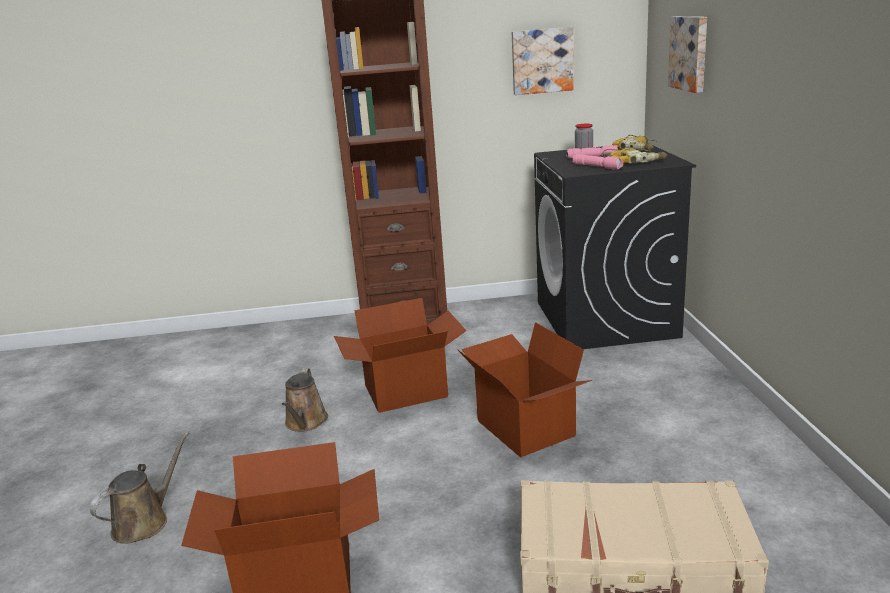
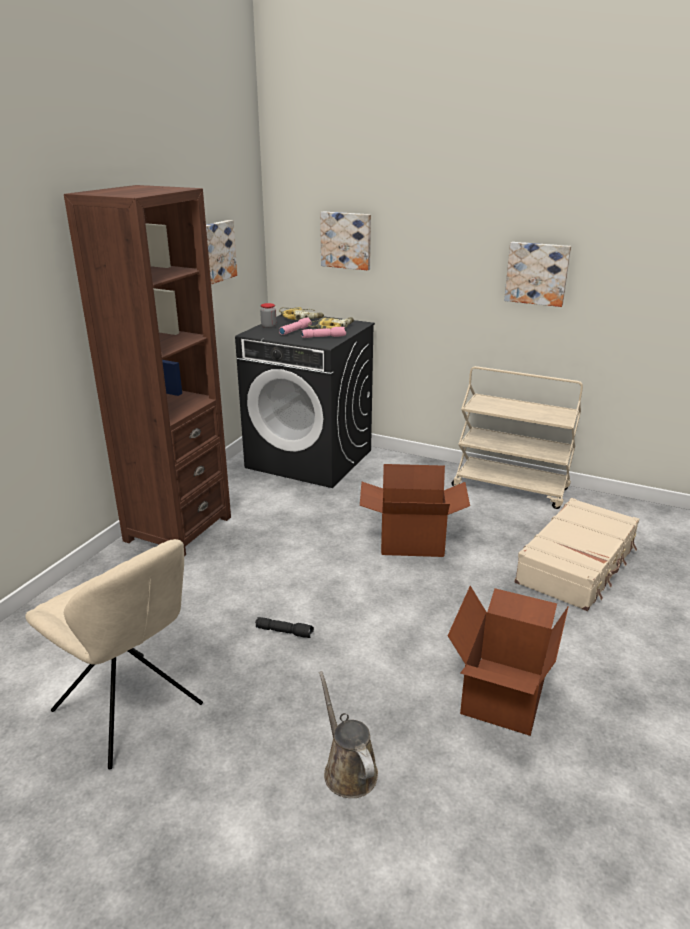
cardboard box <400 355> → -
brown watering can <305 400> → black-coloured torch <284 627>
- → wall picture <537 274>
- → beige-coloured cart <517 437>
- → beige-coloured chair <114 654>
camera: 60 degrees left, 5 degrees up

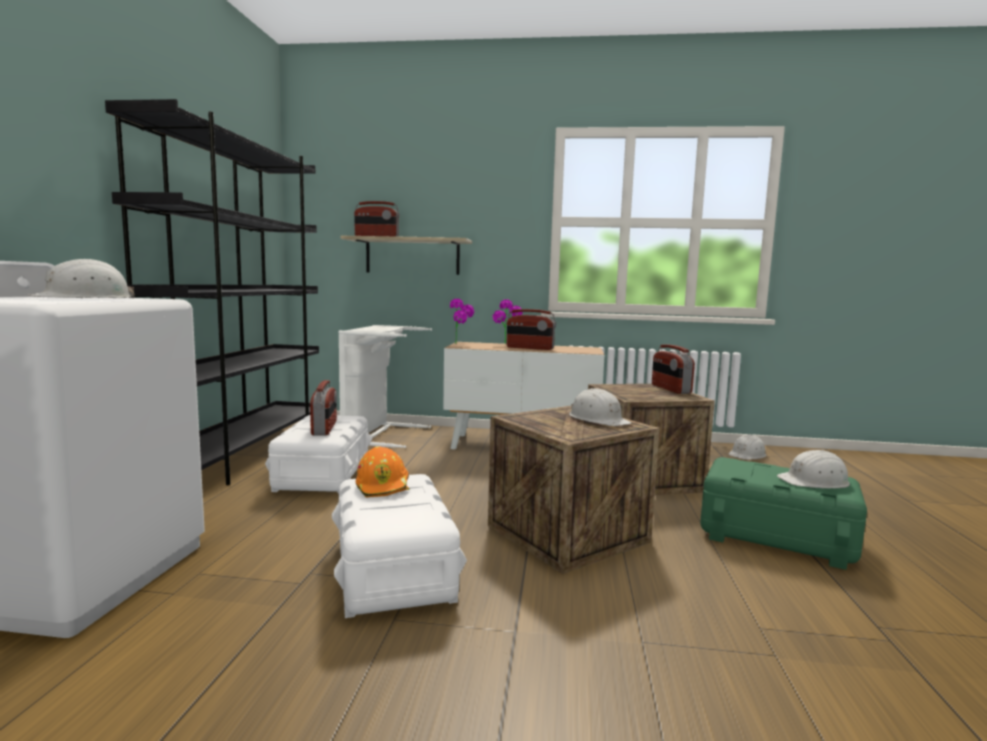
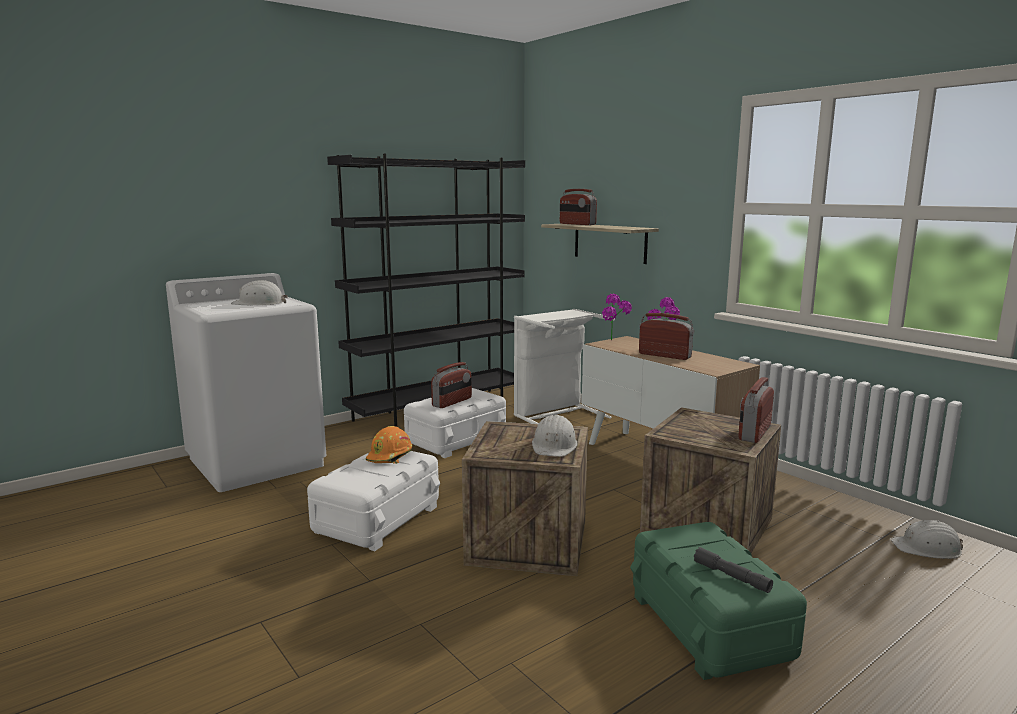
radio set <531 329> → radio set <666 336>, 150 degrees clockwise
white work helmet <813 469> → gray torch <733 570>
camera: 45 degrees right, 5 degrees up

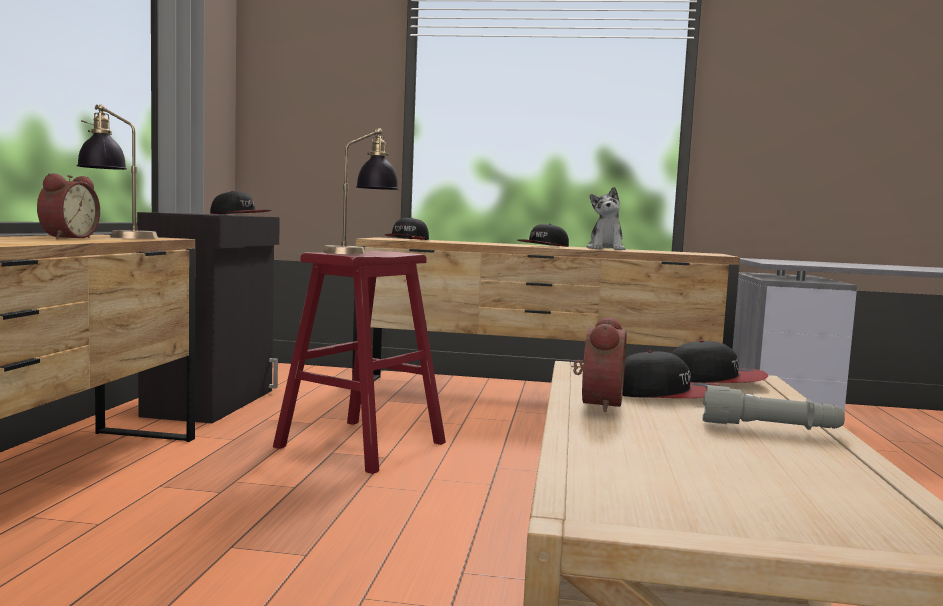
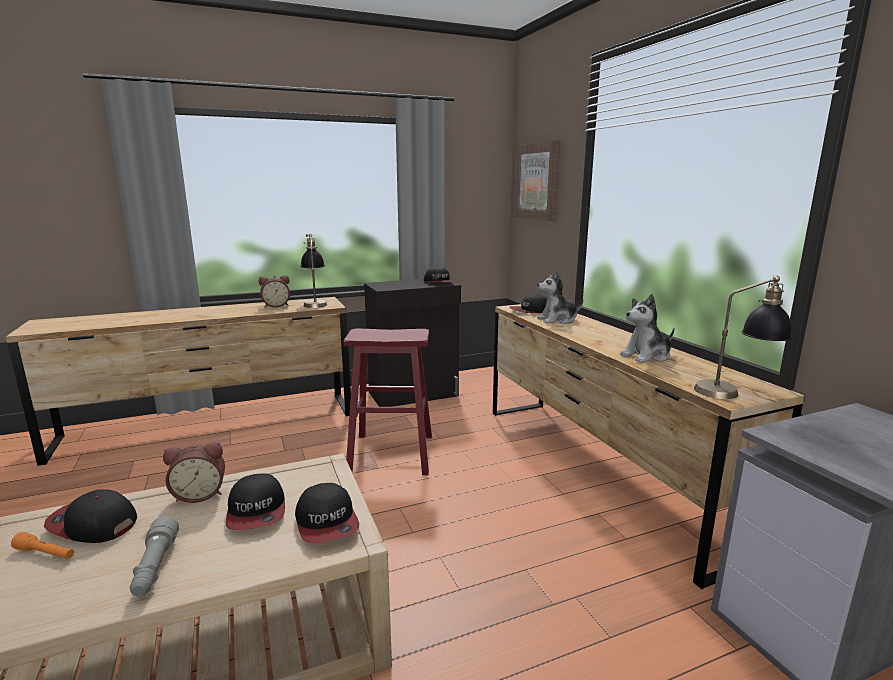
lamp for a table <361 191> → lamp for a table <743 337>, shifted
baseball cap <543 235> → baseball cap <90 516>, shifted
- → wall picture <537 180>
- → plush toy <560 297>
- → orangey torch <42 545>
camera: 60 degrees right, 10 degrees up

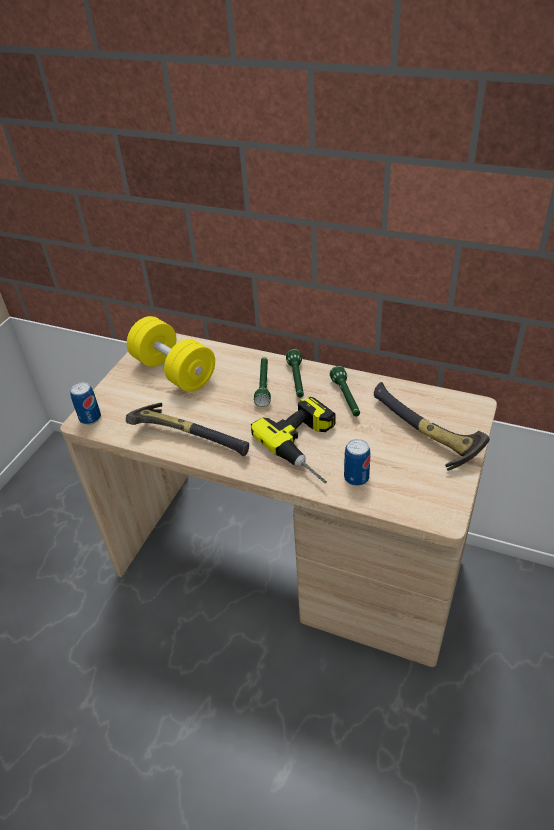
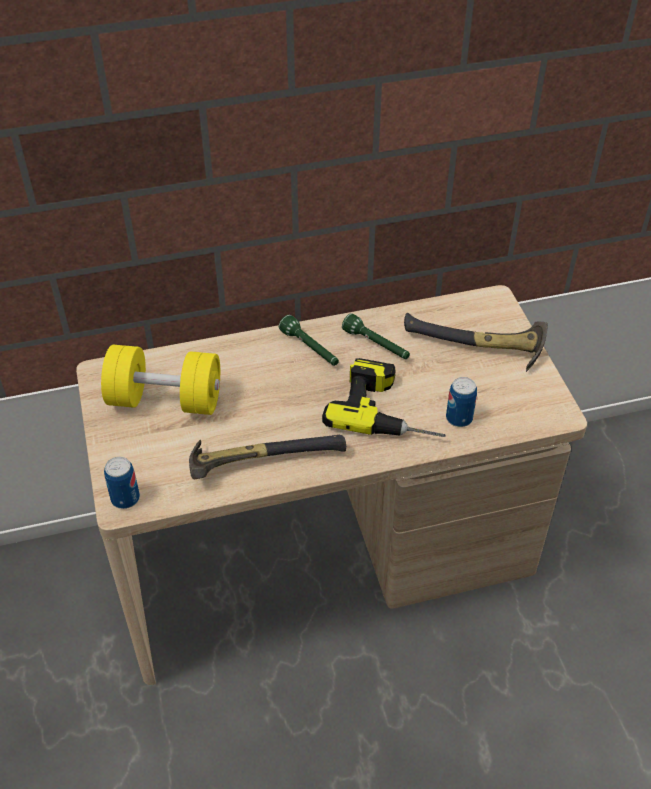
greenish torch <262 382> → -
camera: 40 degrees left, 5 degrees up

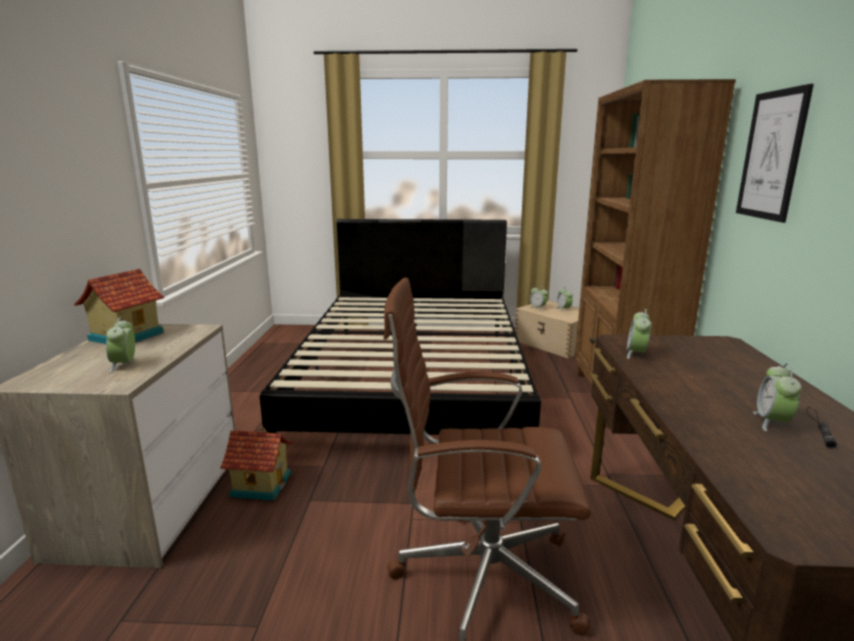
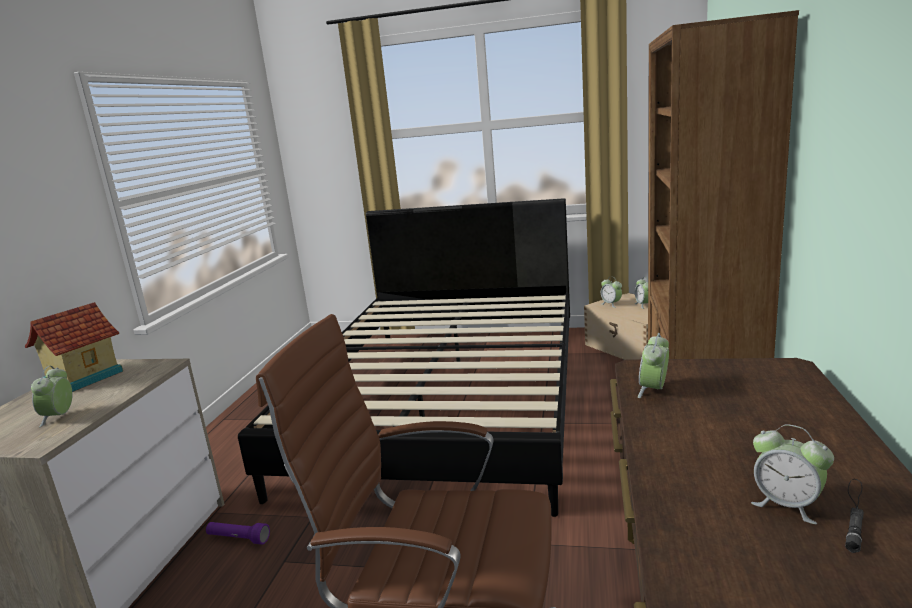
wall picture <775 153> → -
bedside clock <777 397> → bedside clock <792 474>, 75 degrees counterclockwise
model house <256 464> → purple-coloured torch <238 533>
camera: 10 degrees right, 0 degrees up

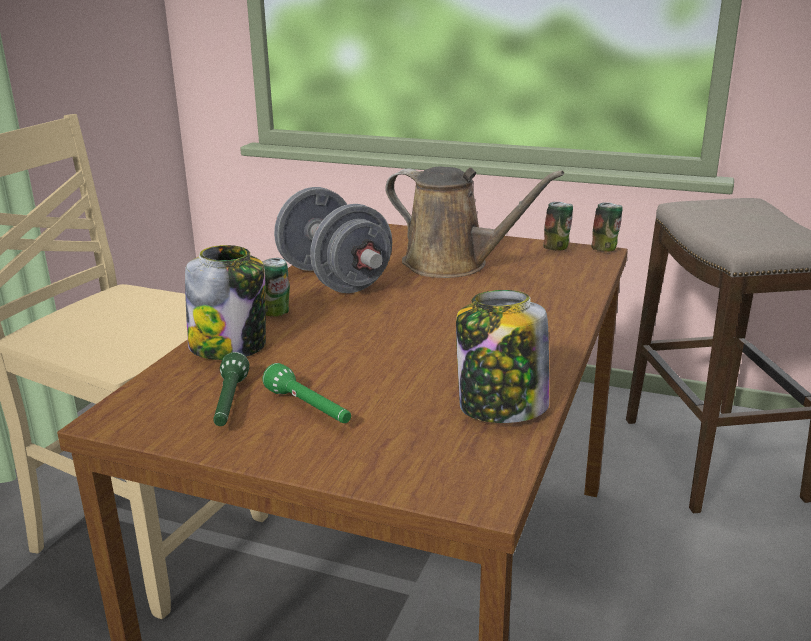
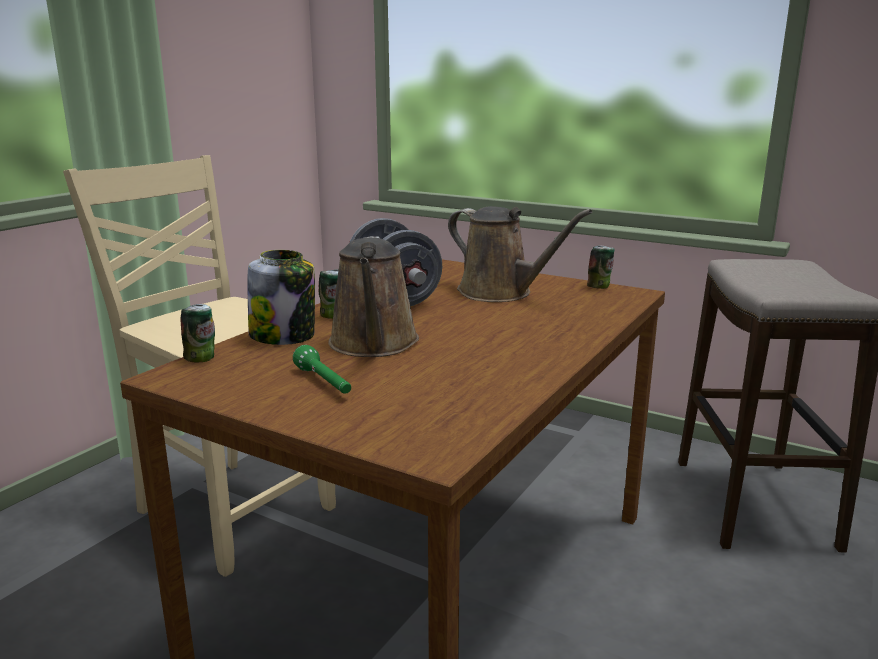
metal can <607 227> → metal can <198 333>, shifted
storage jar <502 356> → -
greenish torch <231 389> → -
- → brown watering can <373 296>
camera: 10 degrees right, 5 degrees down

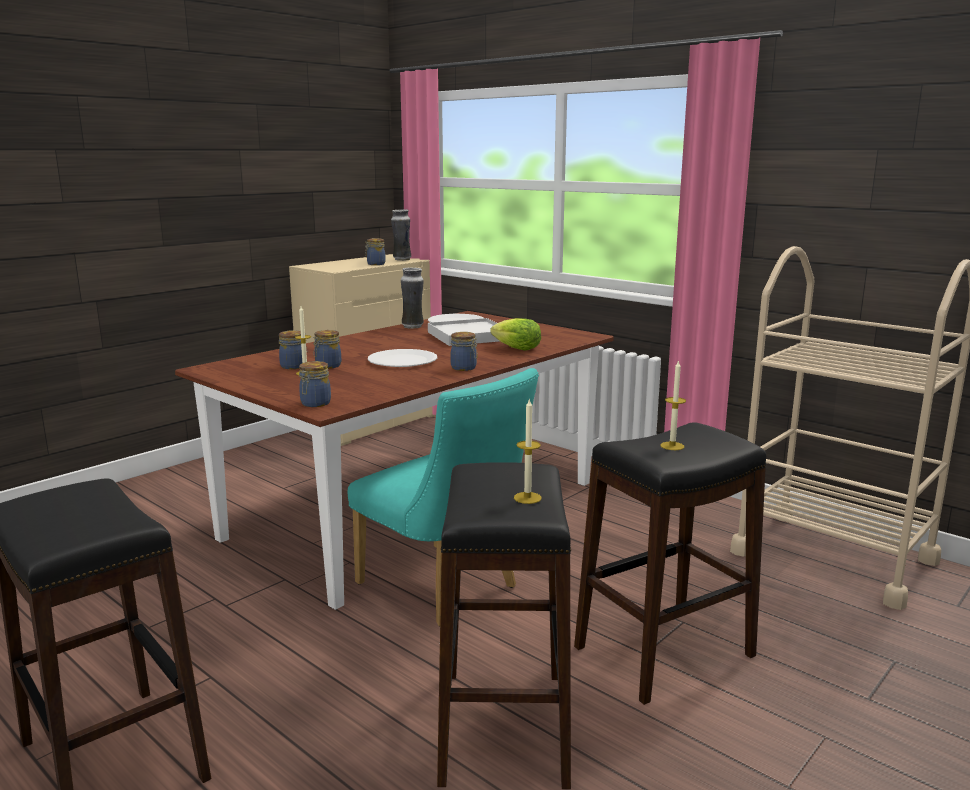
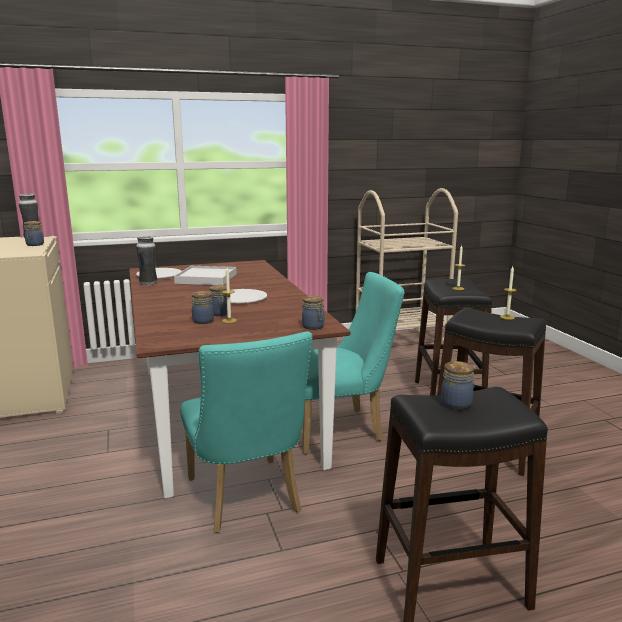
head of lettuce <515 334> → -
storage jar <464 351> → storage jar <458 385>, shifted
- → blue-green chair <246 432>
camera: 60 degrees left, 0 degrees up

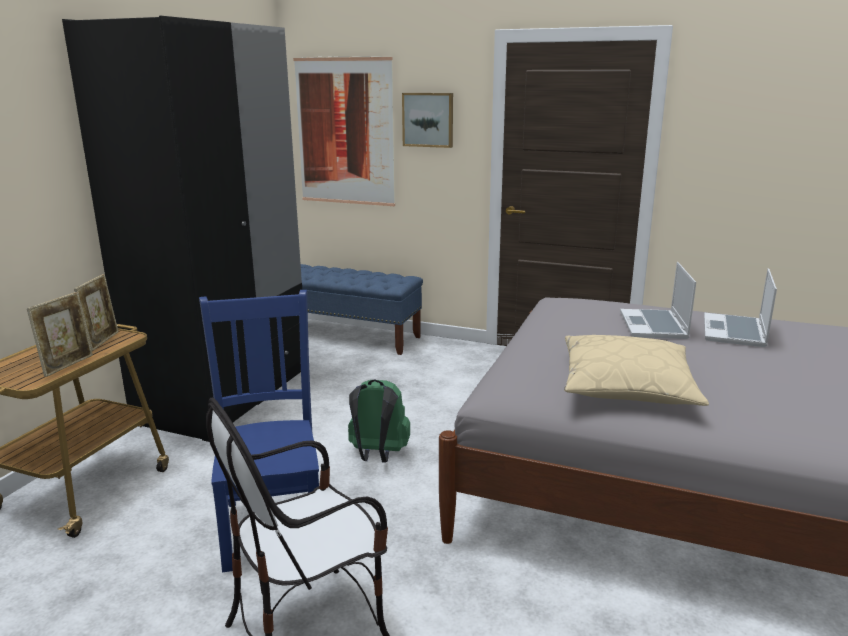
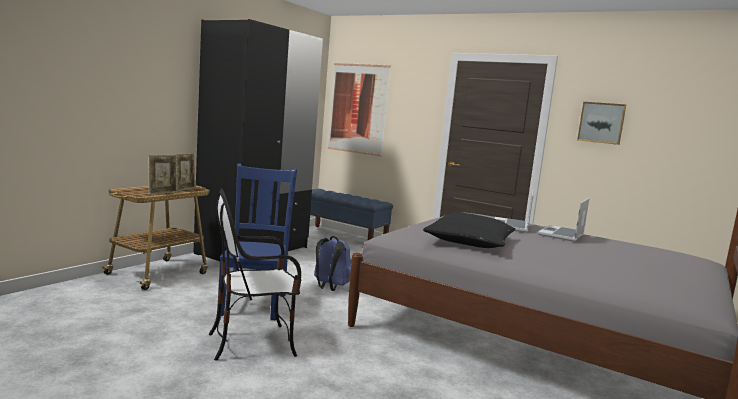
wall picture <427 120> → wall picture <601 123>, shifted
beige-coloured cushion <636 370> → black-coloured cushion <469 230>
greenish knapsack <379 421> → blue-coloured knapsack <333 263>
camera: 10 degrees right, 10 degrees down

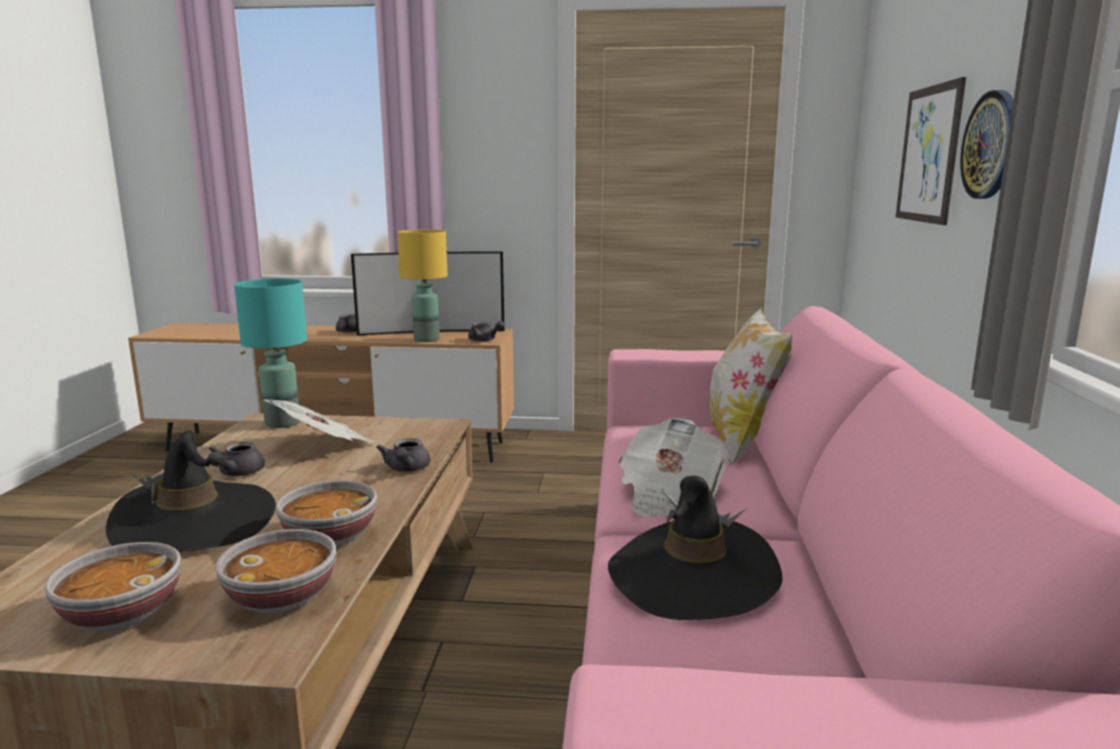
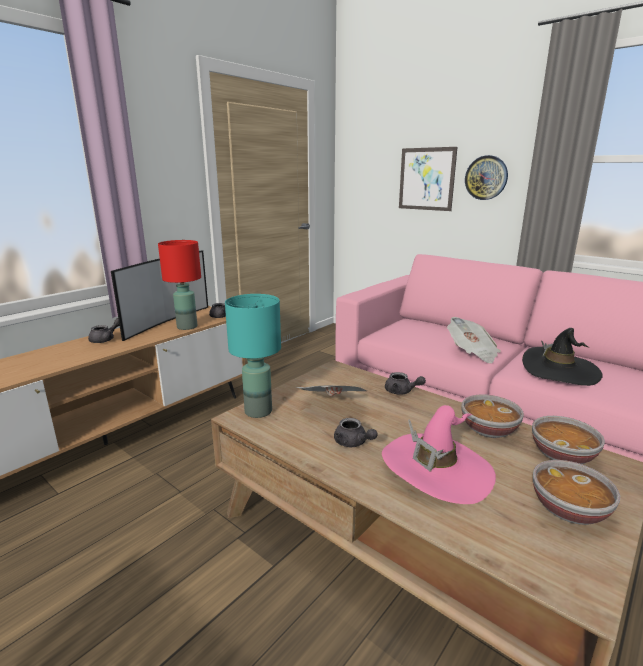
yellow lamp for a table <422 286> → red lamp for a table <179 285>
cushion <751 387> → -
black-coloured clothing hat <191 491> → pink-coloured clothing hat <439 454>
camera: 55 degrees left, 5 degrees up

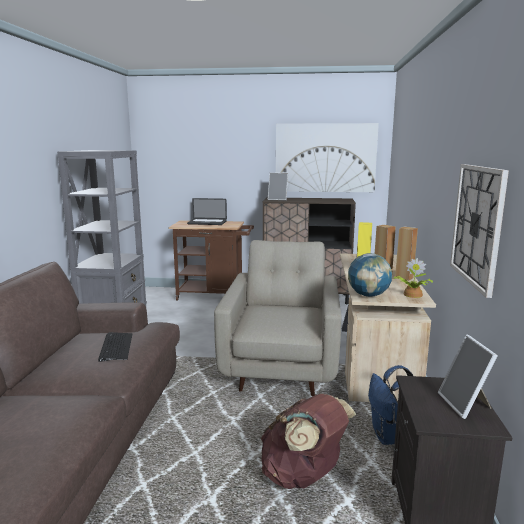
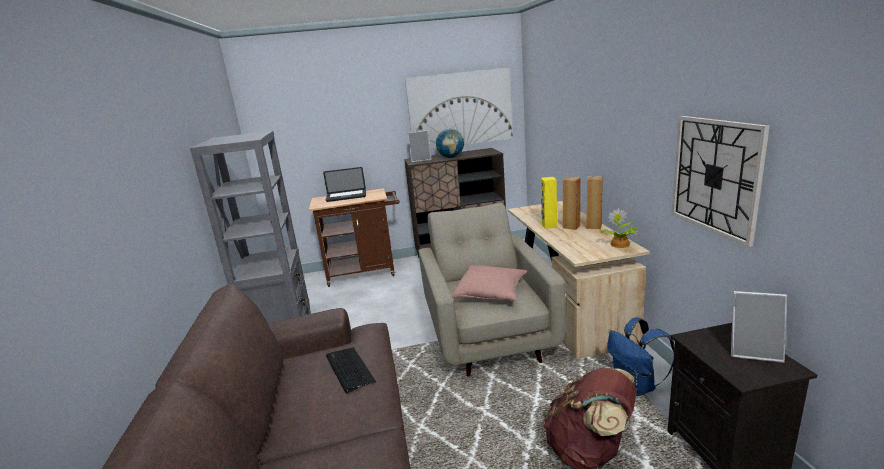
desk globe <370 275> → desk globe <450 143>, shifted
picture frame <468 377> → picture frame <759 327>, 45 degrees counterclockwise
- → pink-coloured cushion <489 283>
camera: 15 degrees left, 5 degrees up

